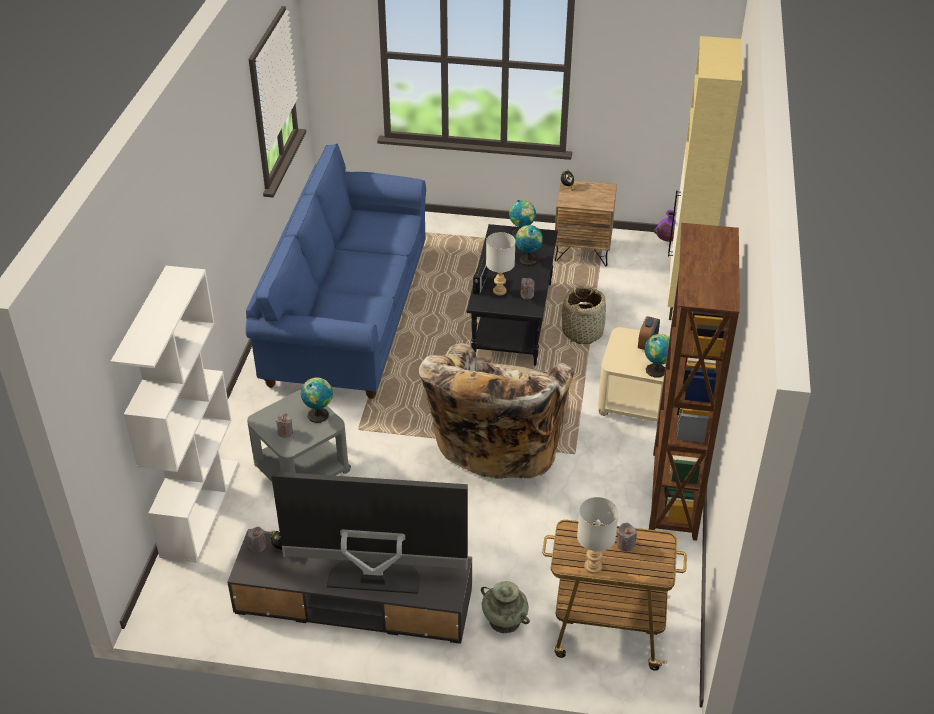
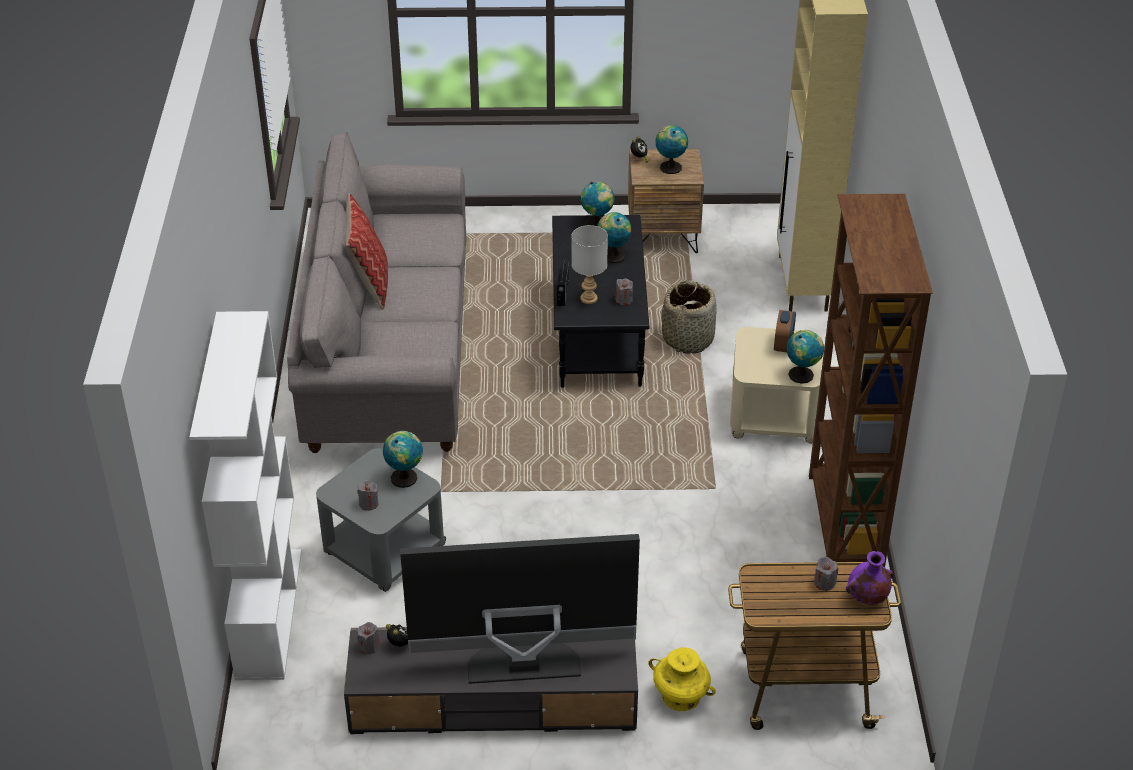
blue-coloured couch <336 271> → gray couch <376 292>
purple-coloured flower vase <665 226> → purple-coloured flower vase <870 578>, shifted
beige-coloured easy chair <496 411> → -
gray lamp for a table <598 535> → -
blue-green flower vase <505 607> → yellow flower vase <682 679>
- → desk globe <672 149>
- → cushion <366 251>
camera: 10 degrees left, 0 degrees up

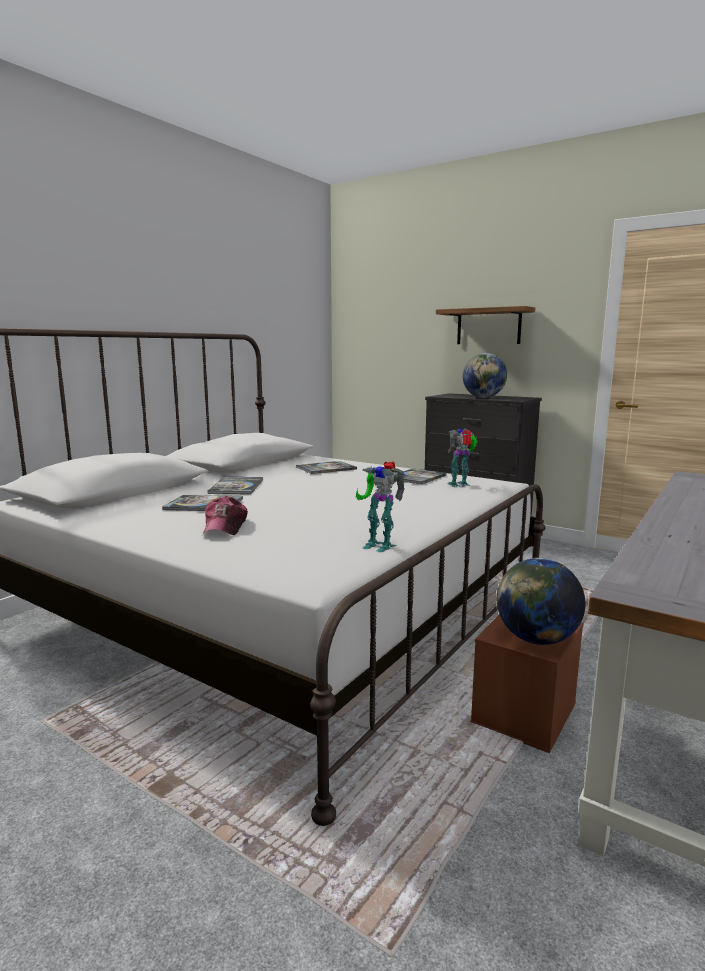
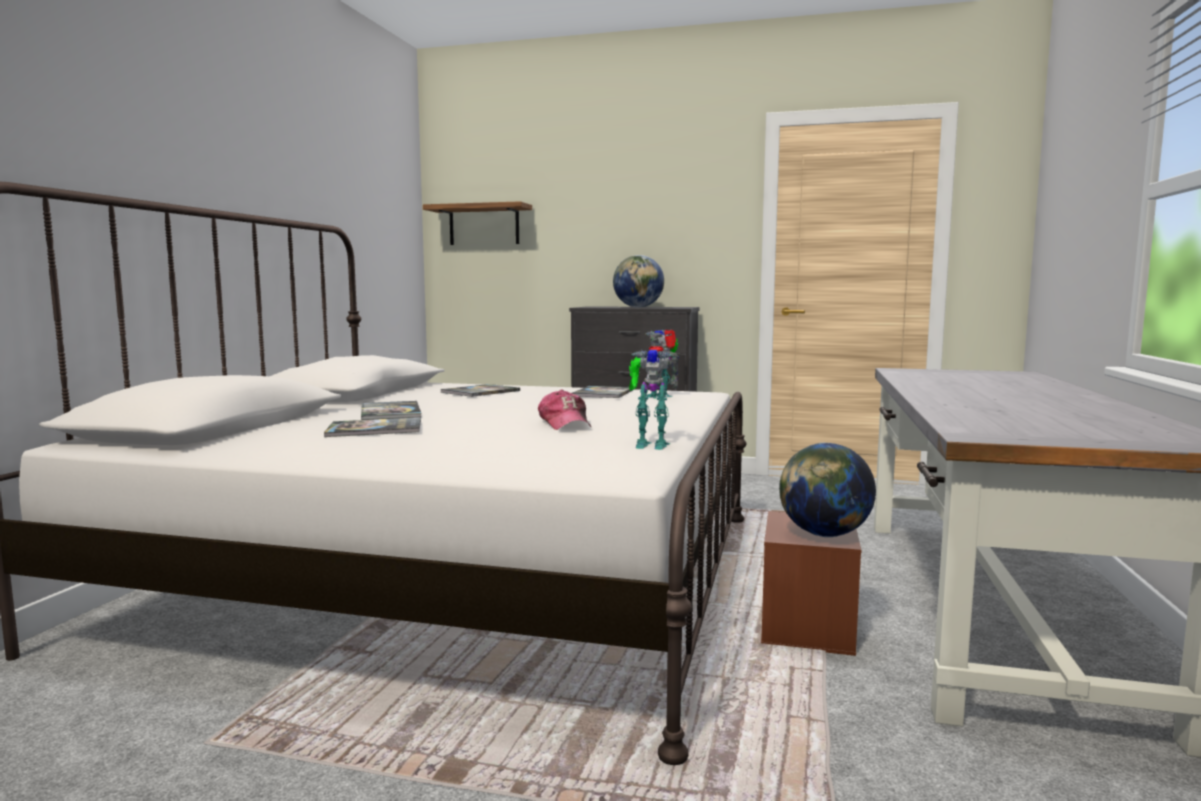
wall shelf <485 325> → wall shelf <477 223>, shifted
baseball cap <225 515> → baseball cap <565 410>, shifted
camera: 20 degrees left, 5 degrees down

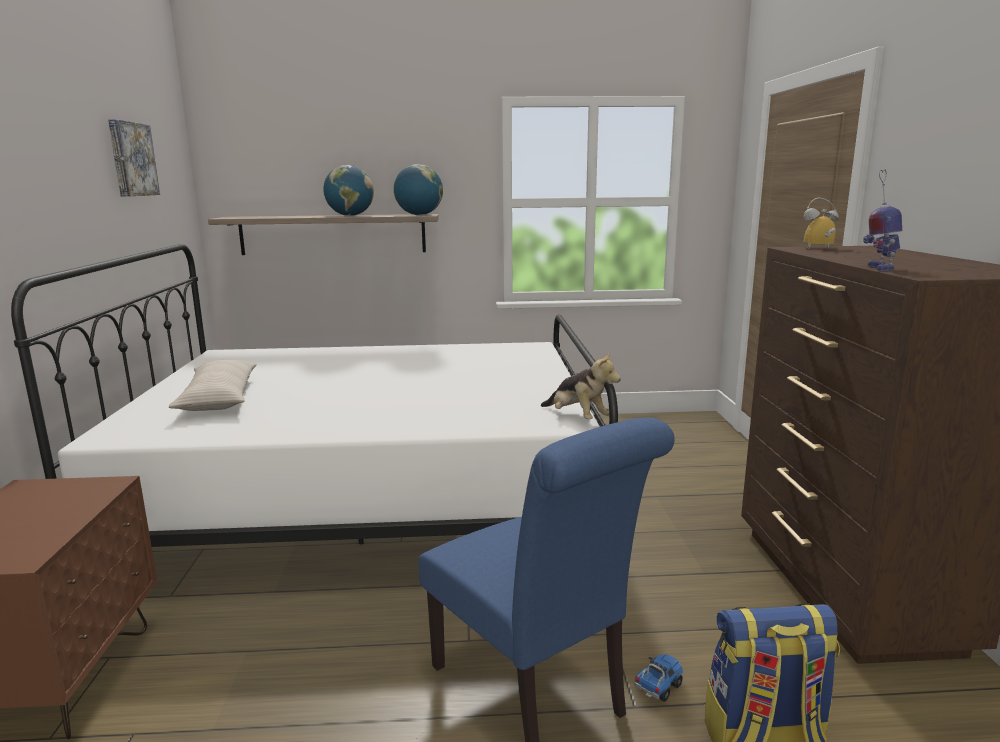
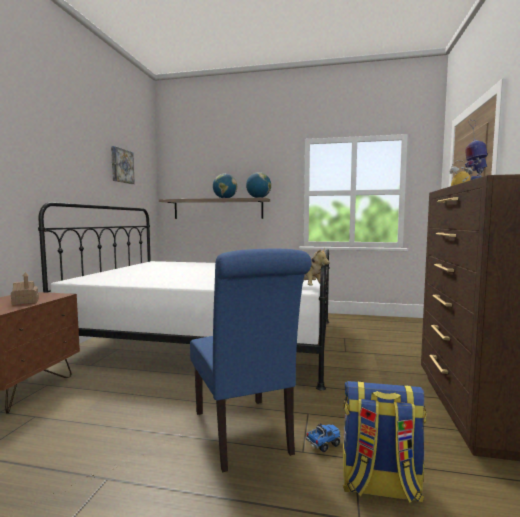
beige-coloured cushion <213 385> → -
- → model house <25 288>
camera: 15 degrees right, 10 degrees down

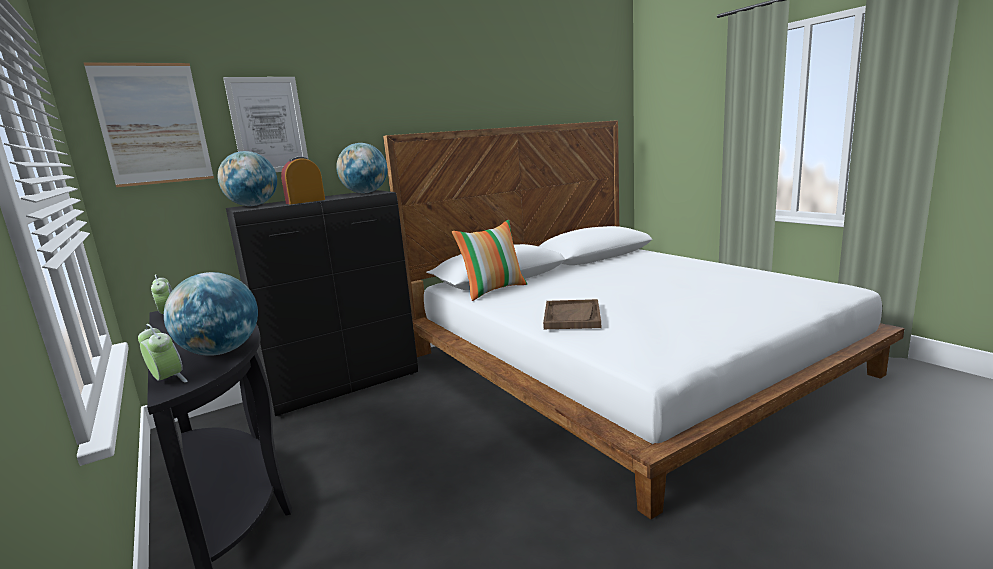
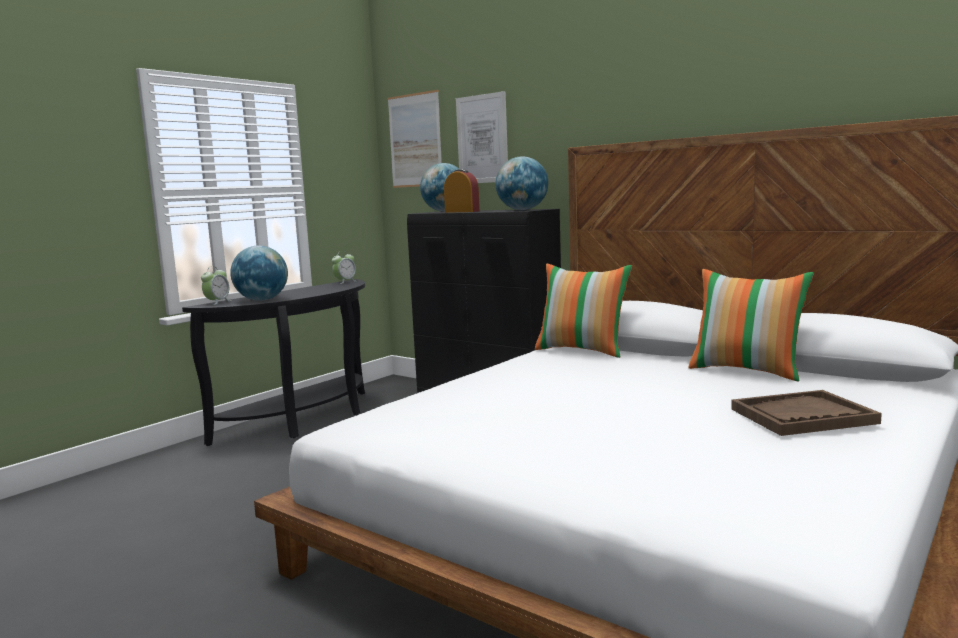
brown carrying tray <572 314> → brown carrying tray <806 413>, shifted
- → cushion <751 325>
camera: 70 degrees right, 5 degrees down

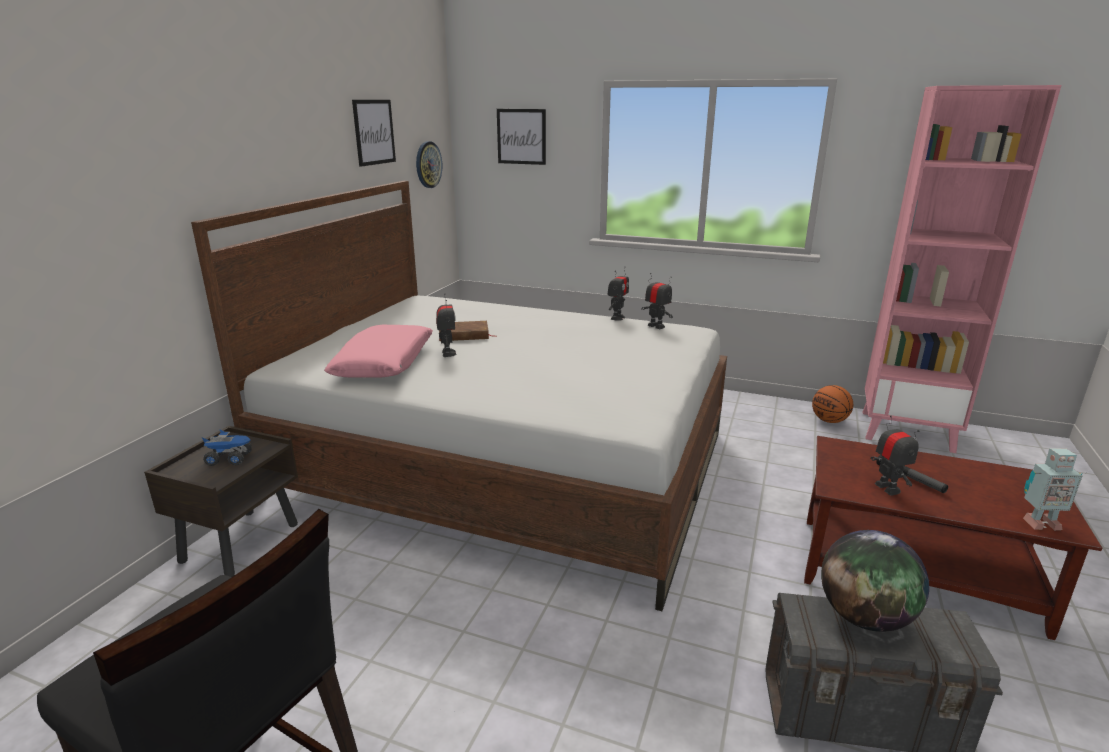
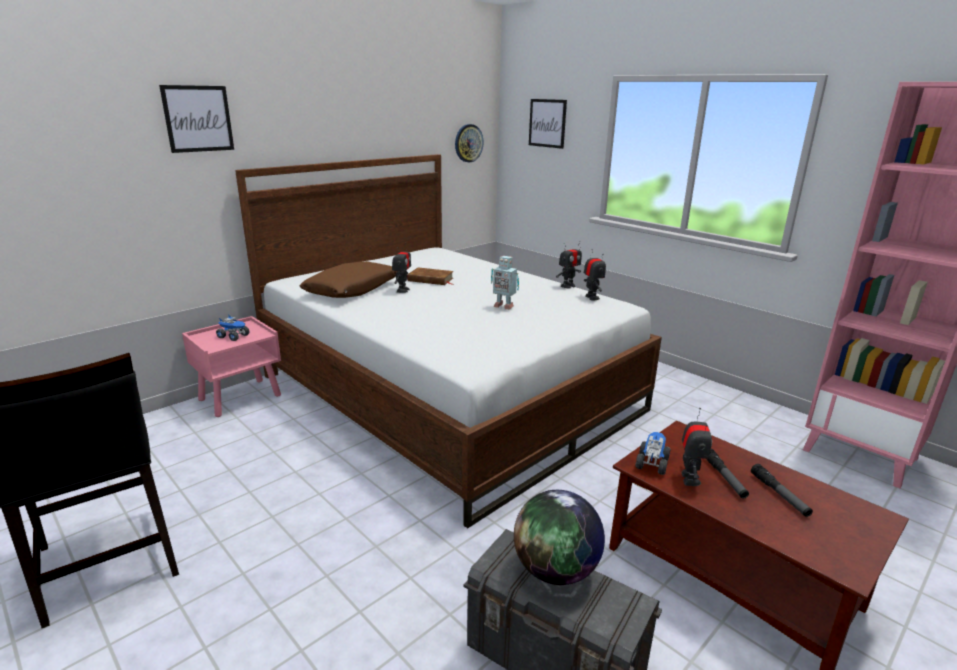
wall picture <374 133> → wall picture <196 119>, shifted
pink-coloured cushion <378 351> → brown cushion <349 279>
basketball <832 404> → -
brown nightstand <221 501> → pink-coloured nightstand <231 366>
robot figure <1052 489> → robot figure <505 283>, shifted
- → toy truck <653 453>
- → torch <782 490>
camera: 25 degrees right, 0 degrees up

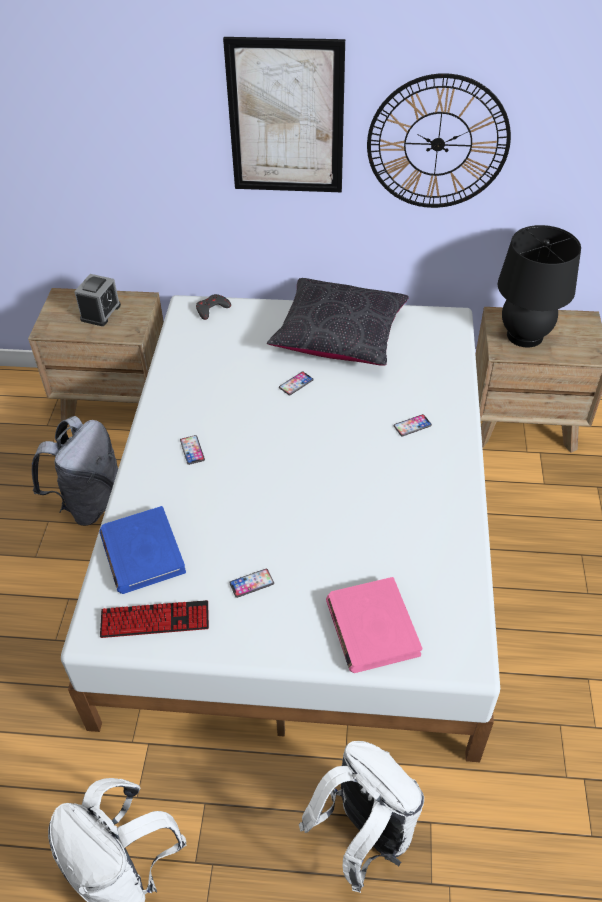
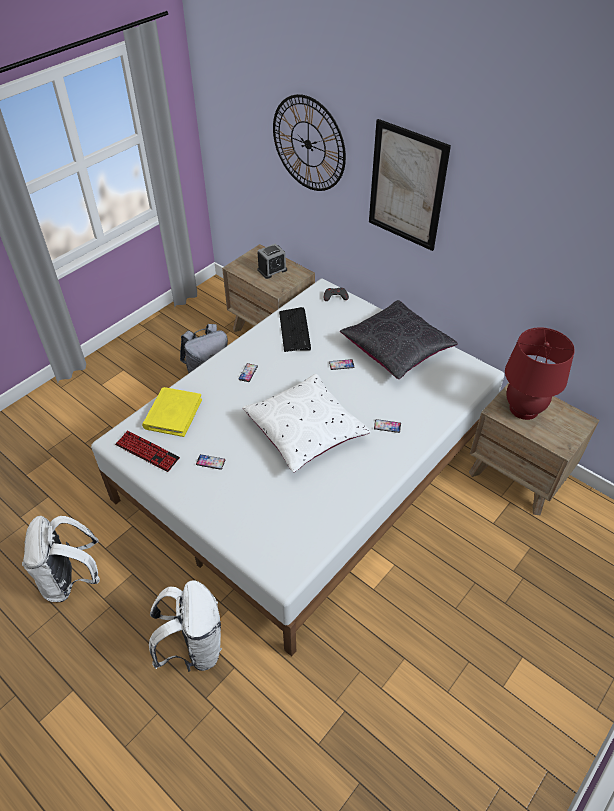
hanging clock <439 140> → hanging clock <309 142>, shifted
black-coloured lamp for a table <539 286> → red lamp for a table <540 373>
blue-coloured volume <142 550> → yellow volume <172 412>
pink-coloured volume <374 625> → -
- → computer keyboard <295 329>
- → white cushion <306 423>
camera: 35 degrees right, 0 degrees up

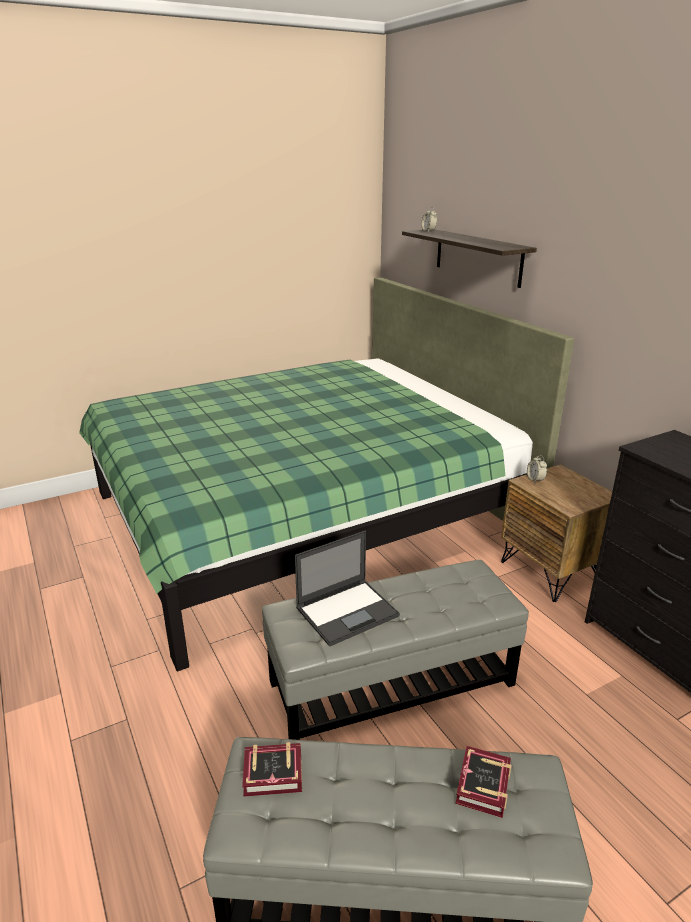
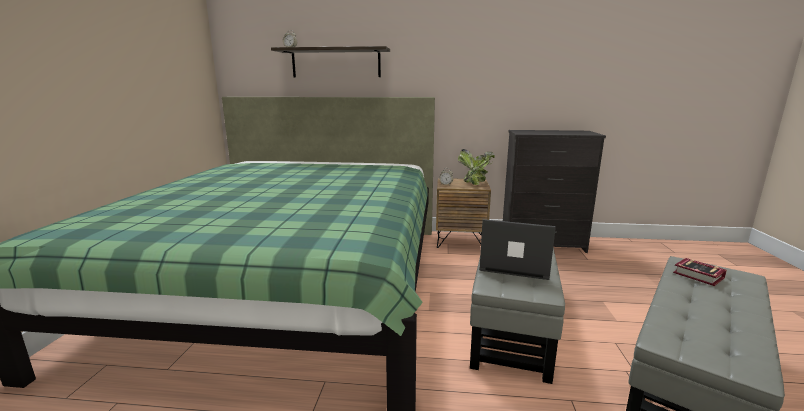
laptop <347 589> → laptop <517 249>, 75 degrees counterclockwise
volume <272 769> → -
- → houseplant <476 167>
camera: 55 degrees left, 10 degrees down

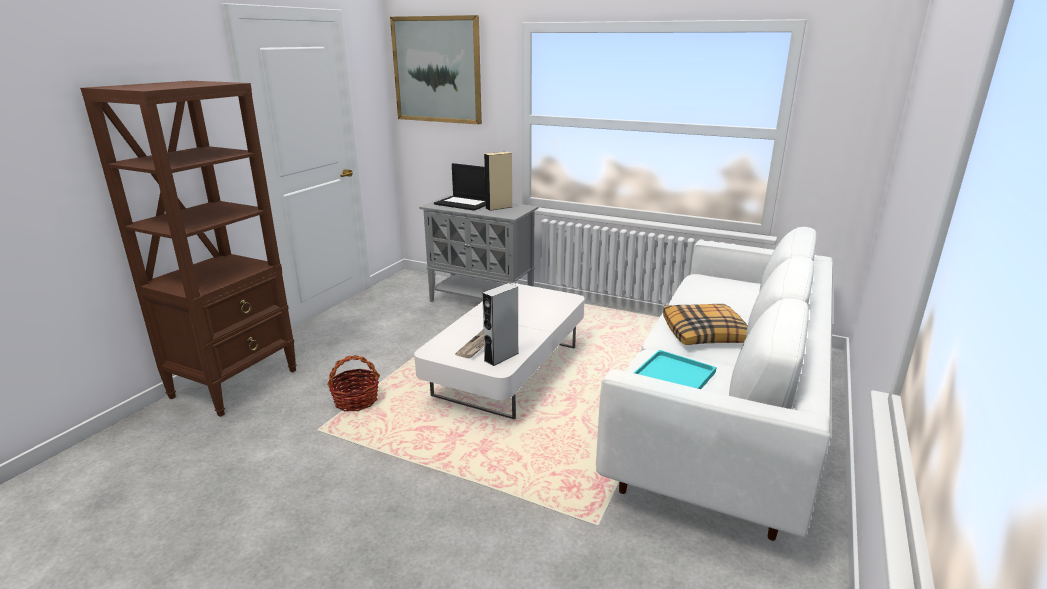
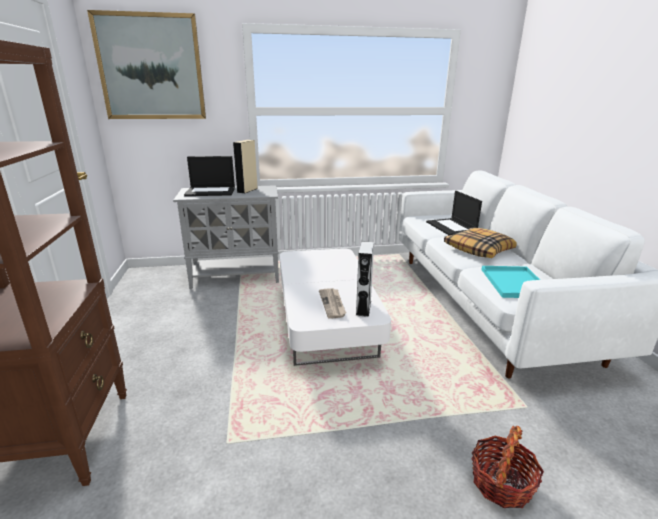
household basket <353 383> → household basket <507 467>, shifted
- → laptop <454 213>
camera: 35 degrees left, 0 degrees up

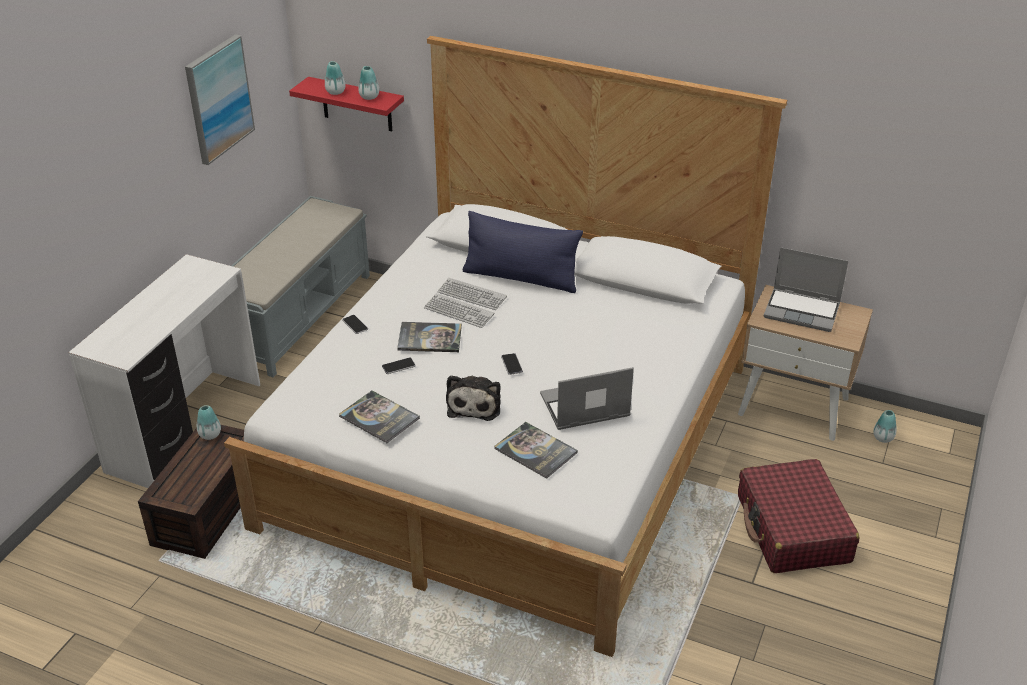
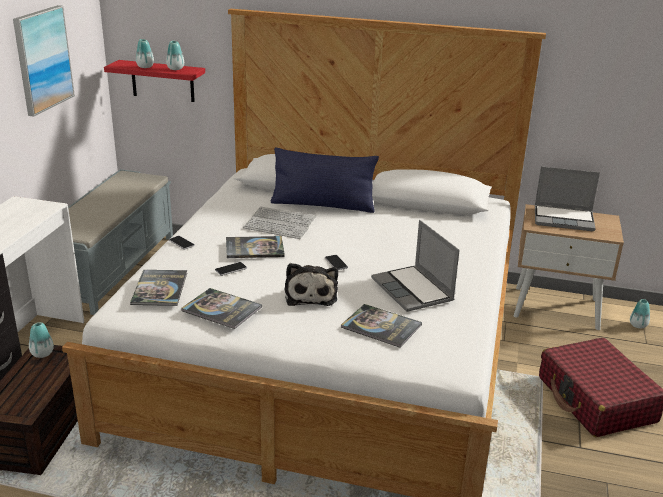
laptop <587 398> → laptop <415 266>, 90 degrees counterclockwise
- → volume <158 288>
camera: 10 degrees left, 10 degrees down

